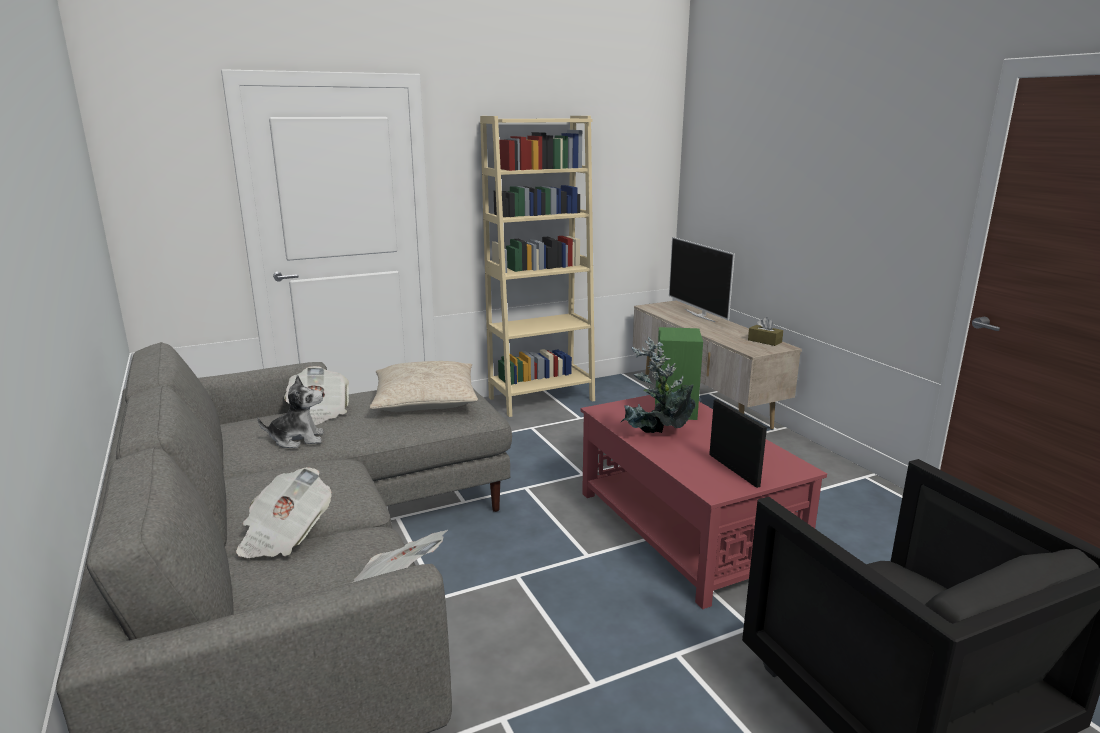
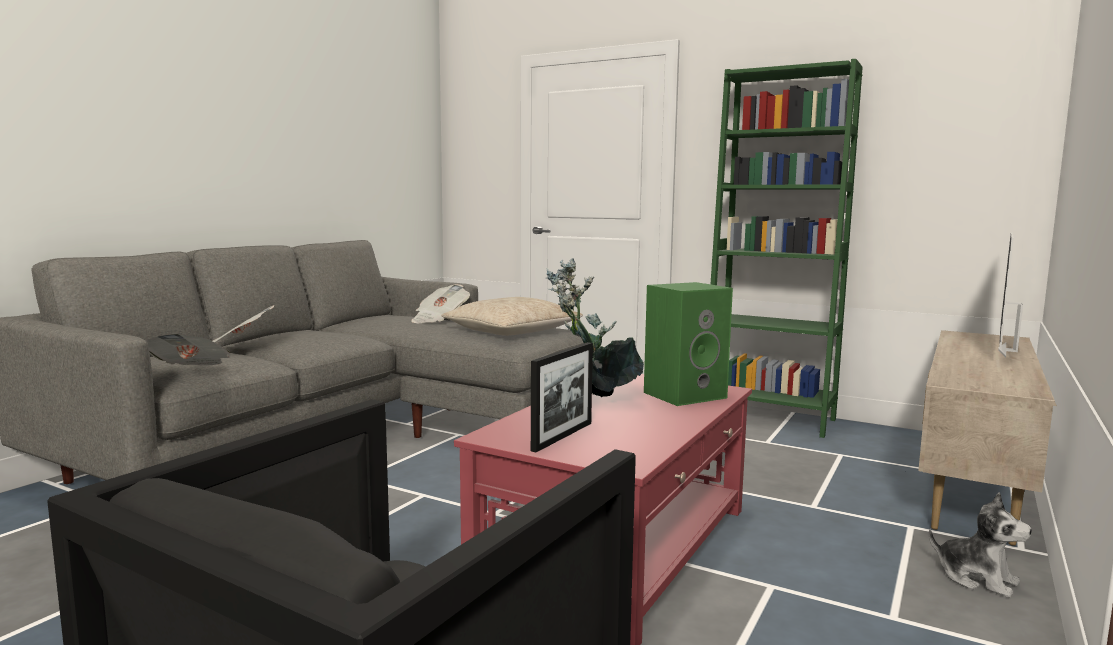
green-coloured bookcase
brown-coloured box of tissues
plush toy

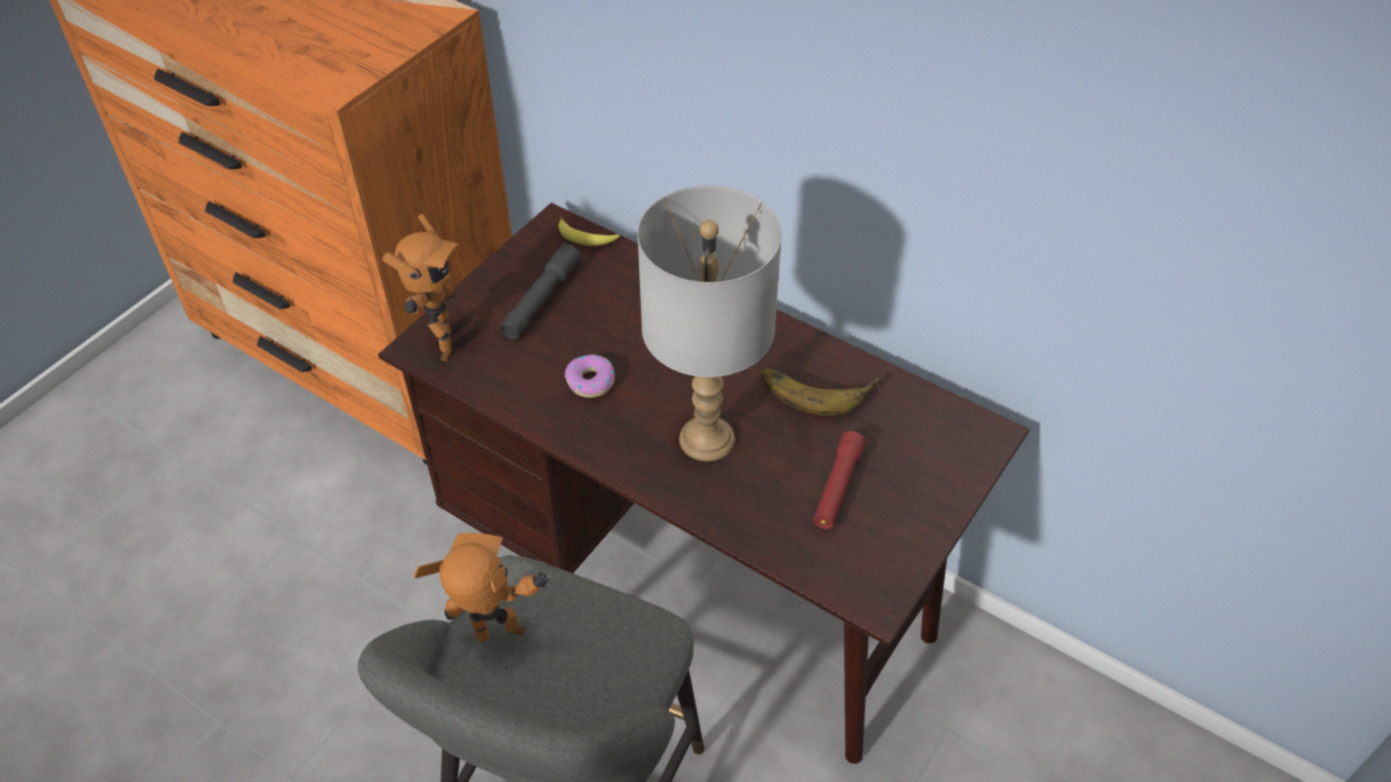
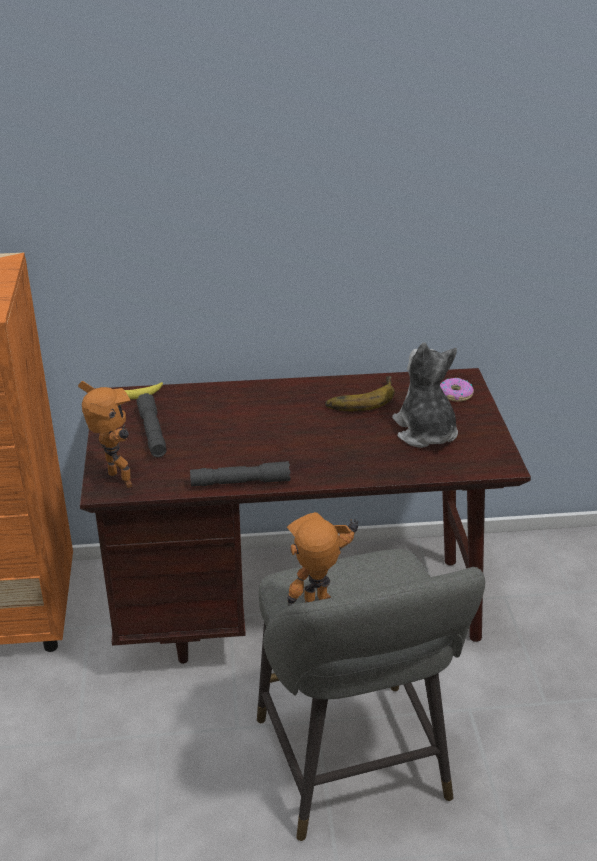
greyish lamp for a table
ring doughnut
plush toy
greyish torch (2nd from left)

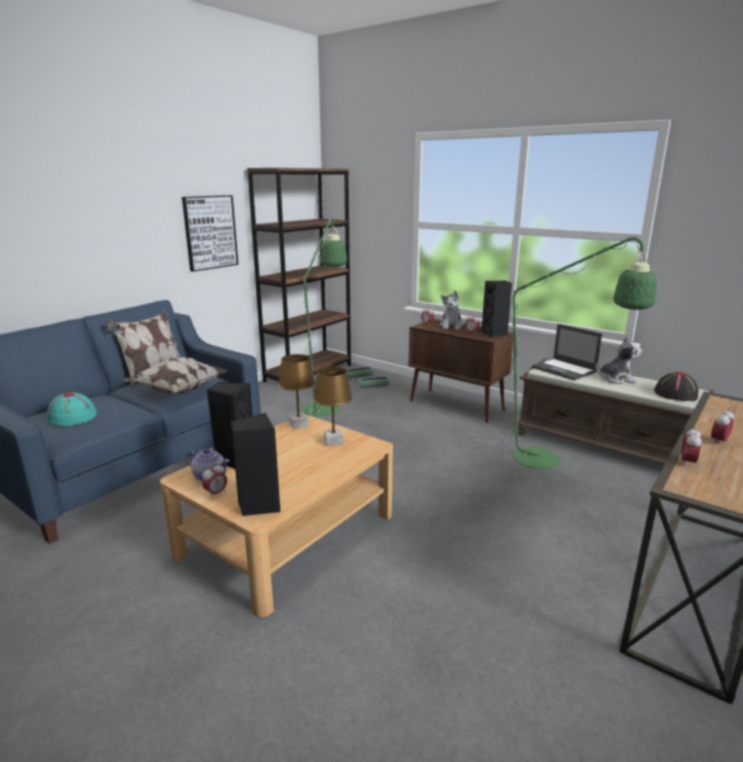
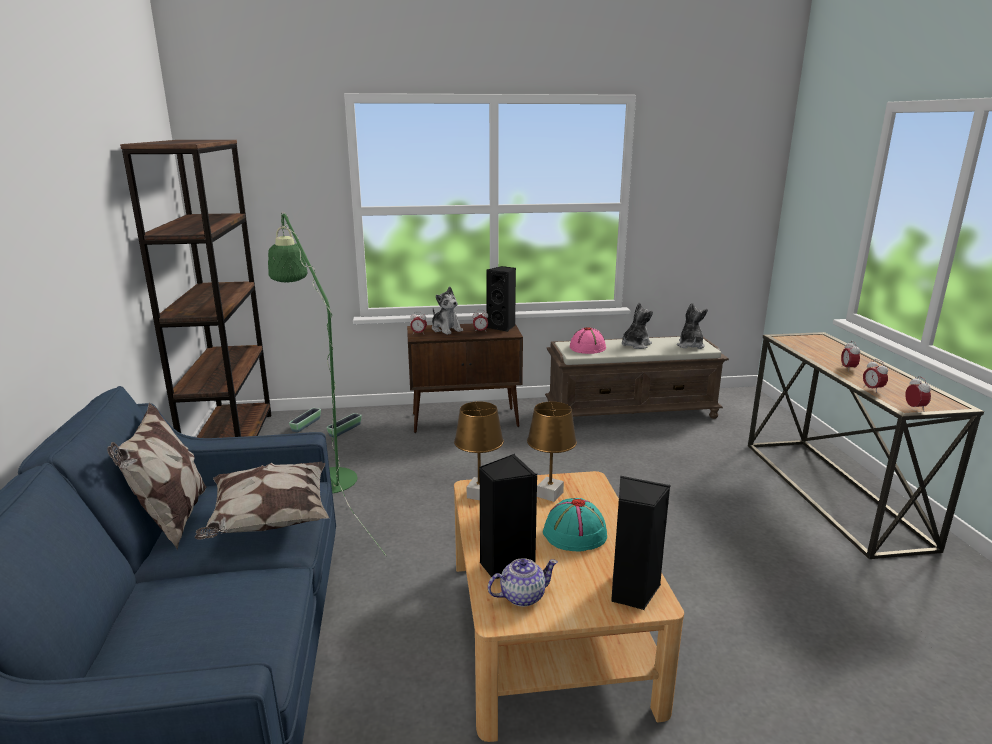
wall art
green-coloured standard lamp (2nd from left in the first image)
pink hat
plush toy (3rd from left)
turquoise hat
alarm clock (5th from left)

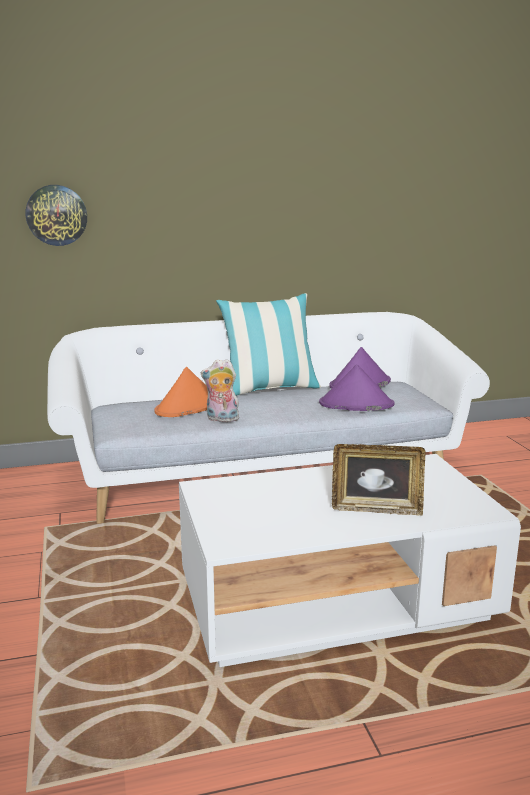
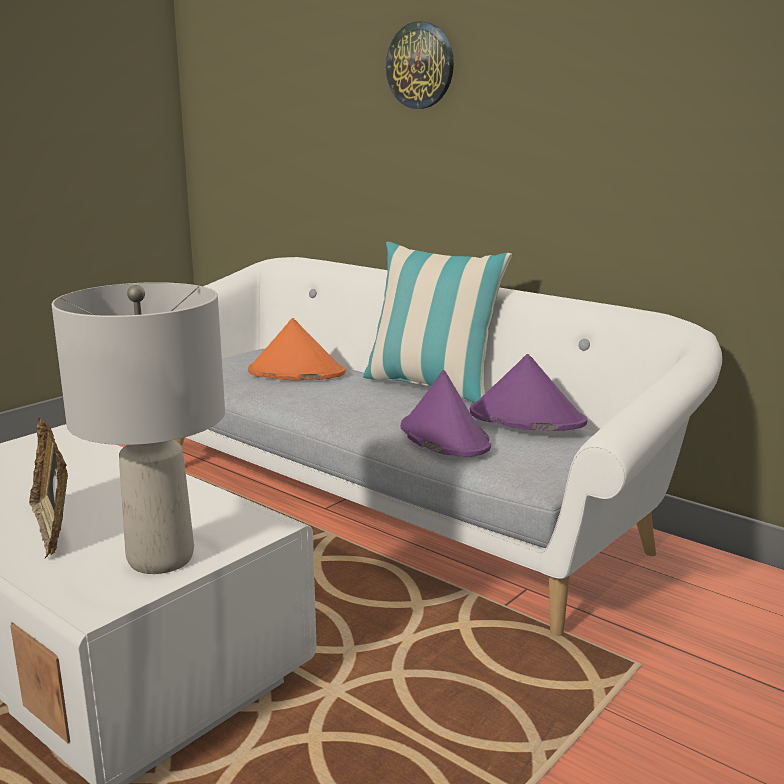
clock on the wall
plush toy
greyish lamp for a table

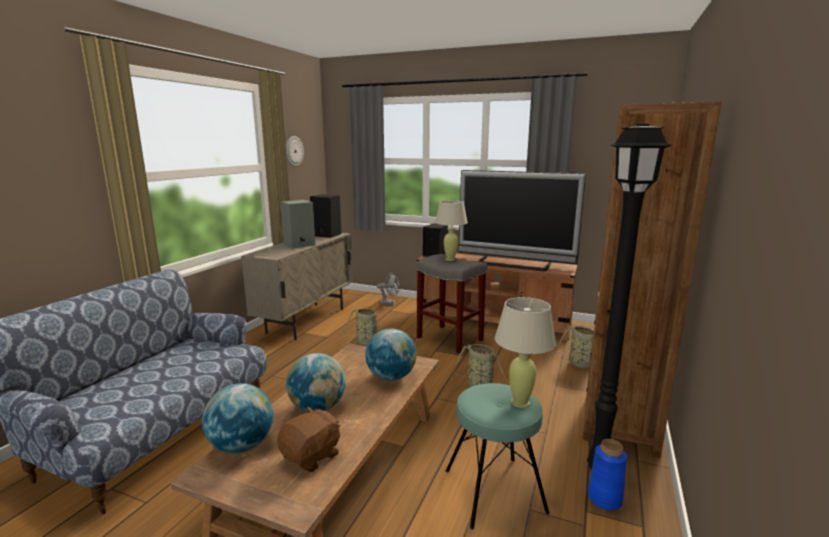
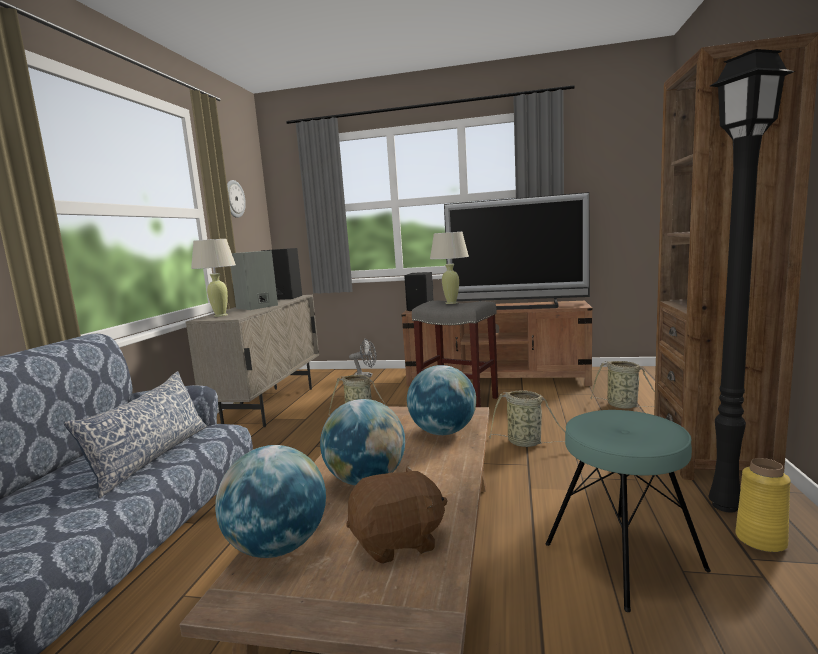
sand-coloured lamp for a table (1st from left)
brown-coloured plush toy
yellow-coloured decorative vase
pillow

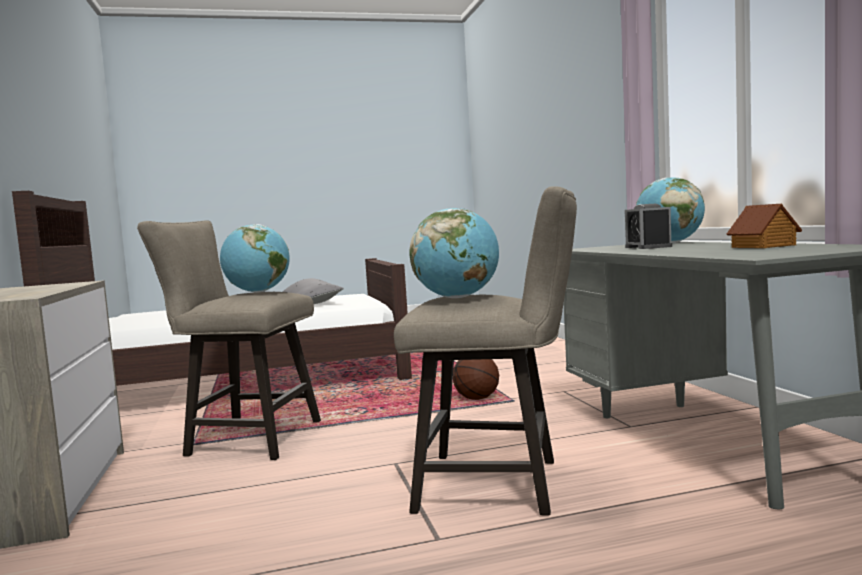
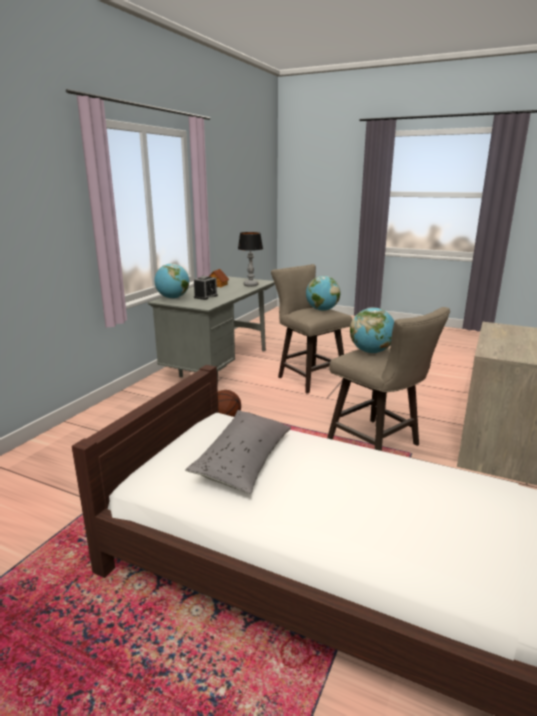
lamp for a table

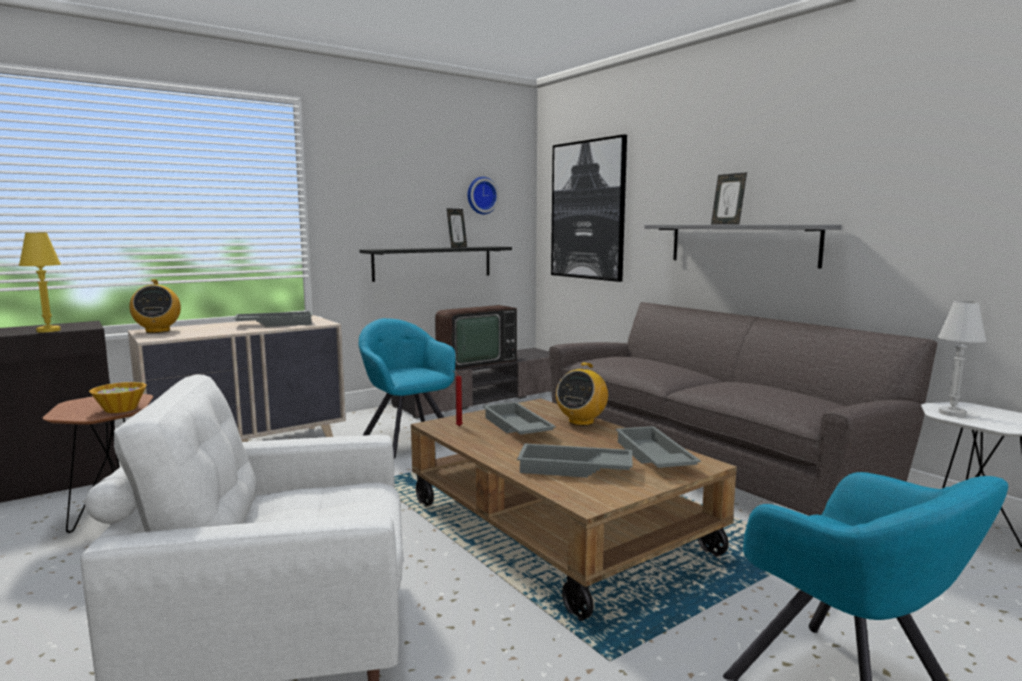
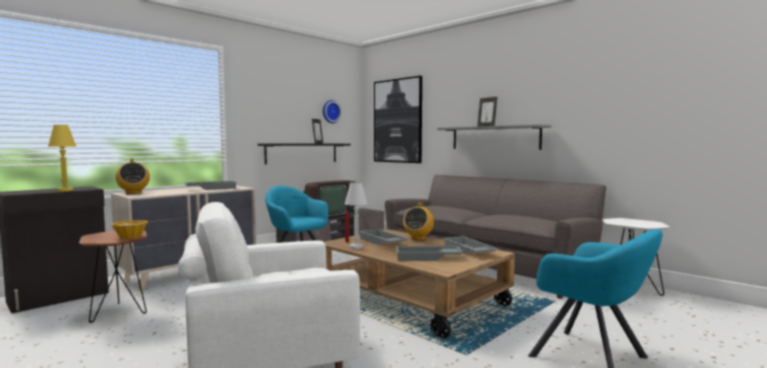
white lamp for a table

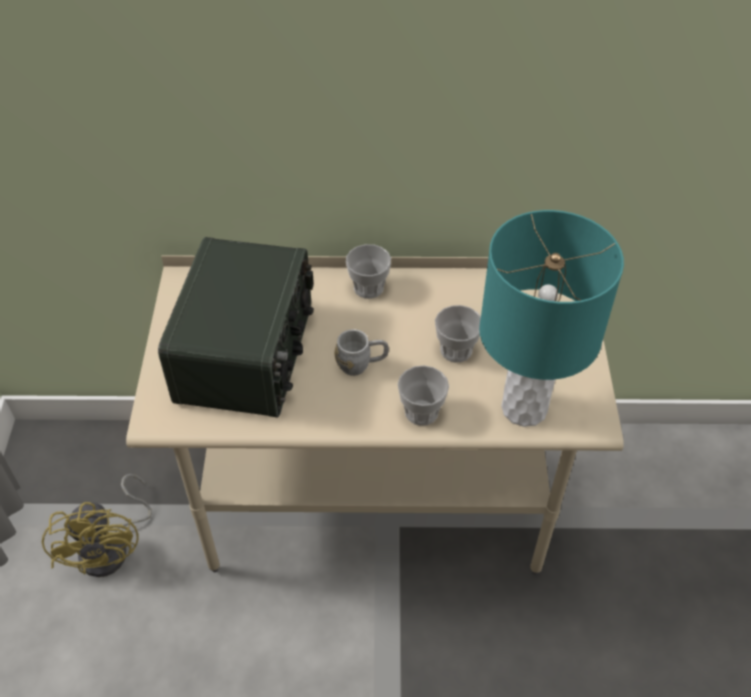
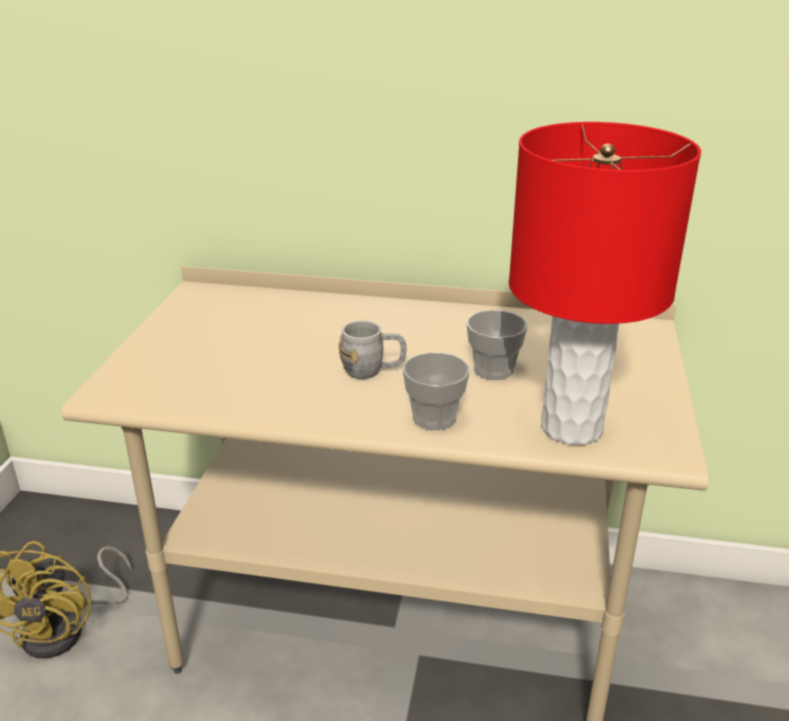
red-coloured lamp for a table
radio
cup (1st from left in the first image)

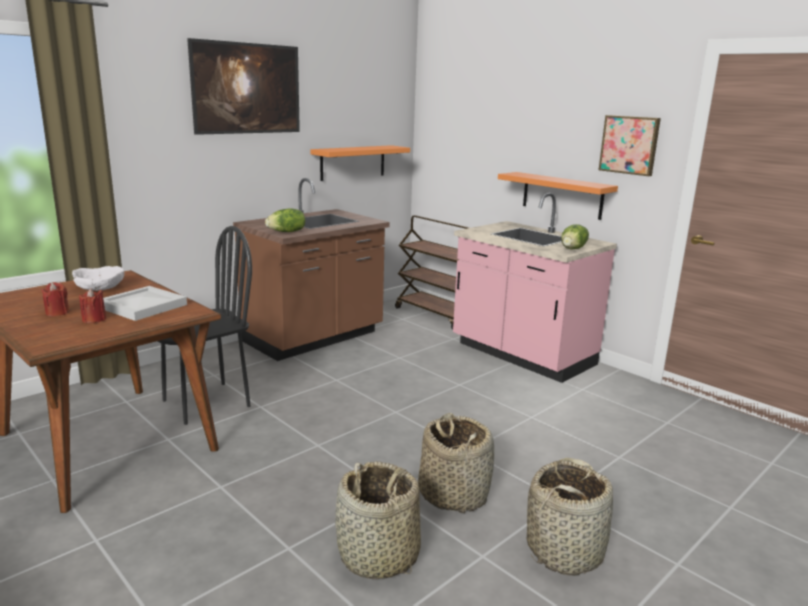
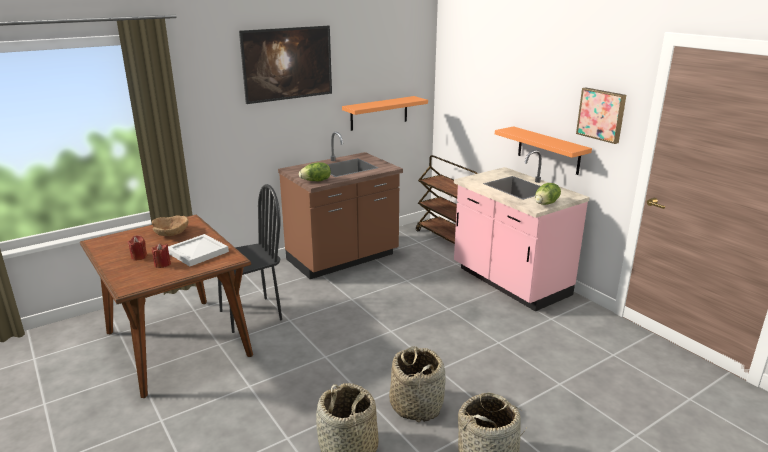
brown-coloured bowl

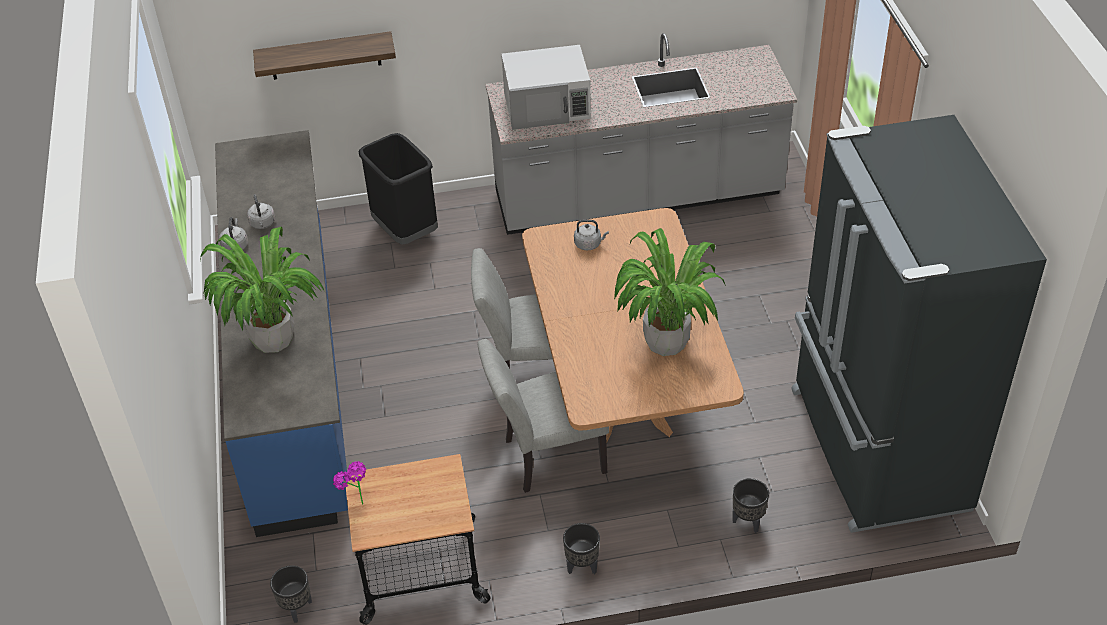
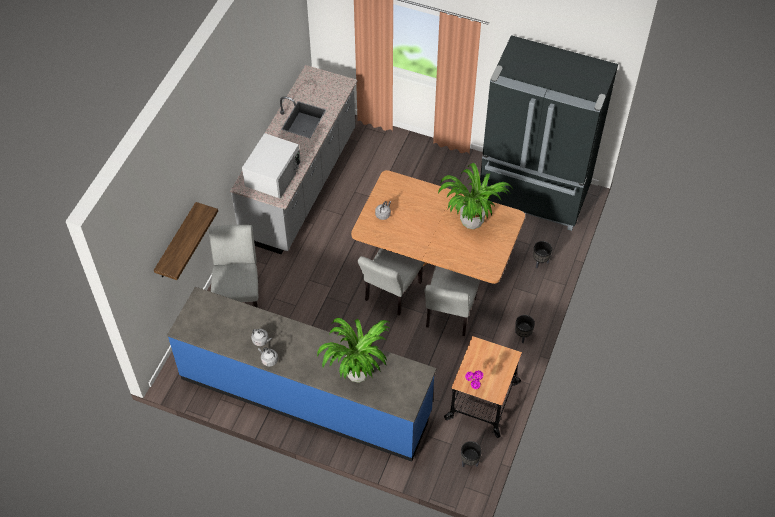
greyish upright chair (1st from left)

